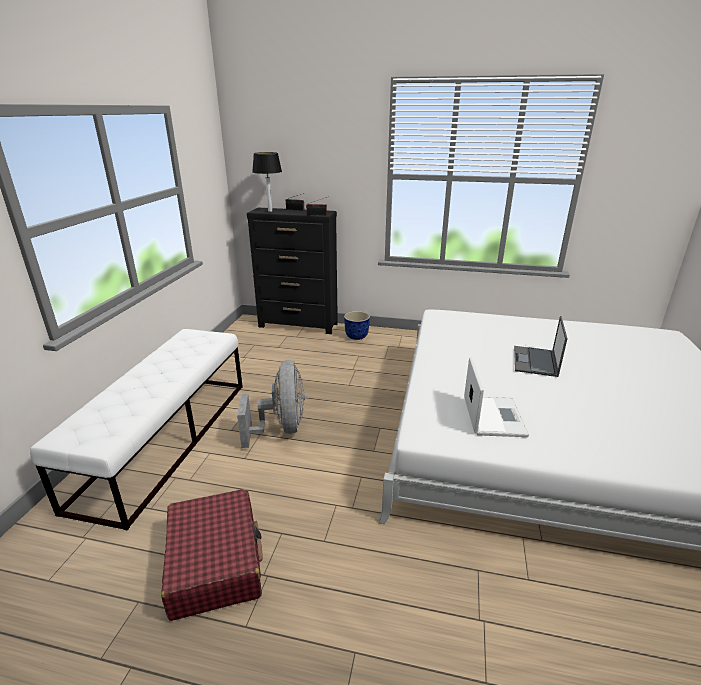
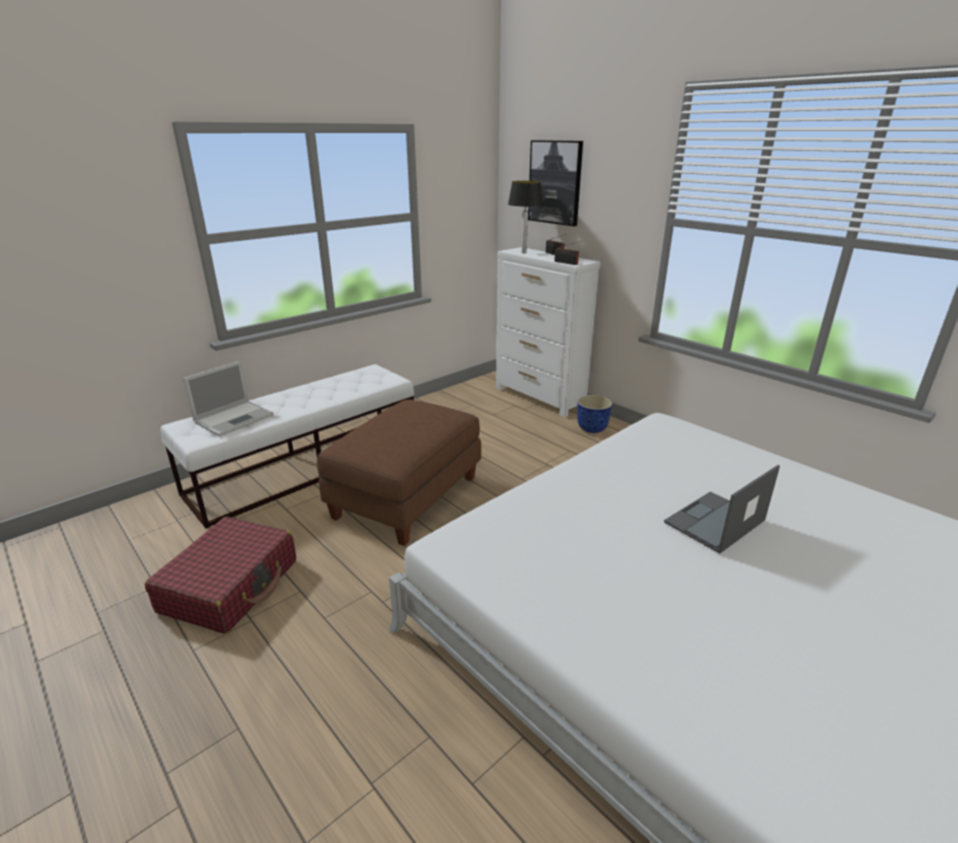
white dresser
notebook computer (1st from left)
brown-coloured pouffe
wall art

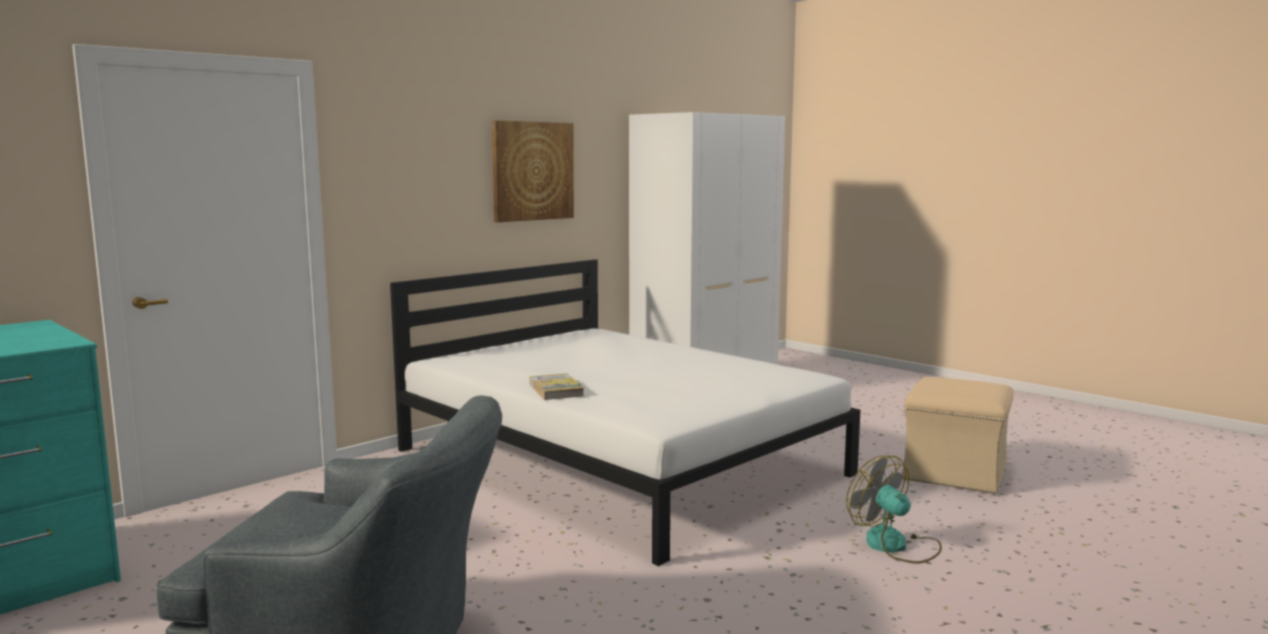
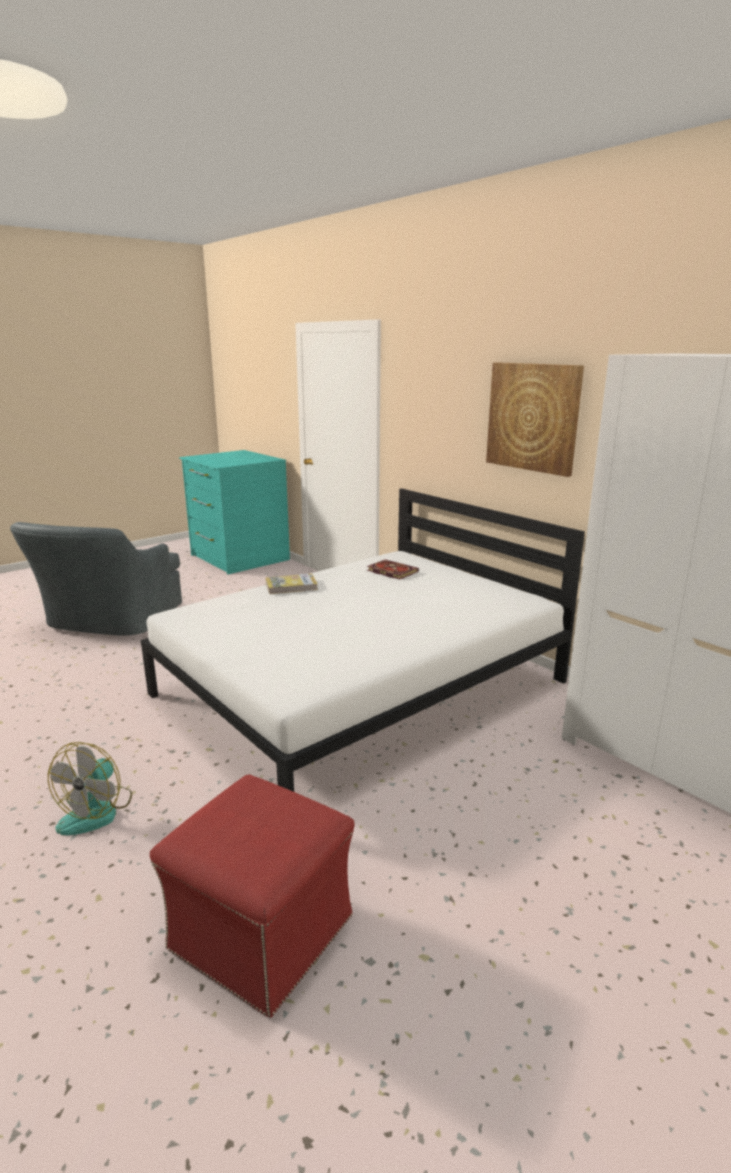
red-coloured pouffe
fan
volume (2nd from left)

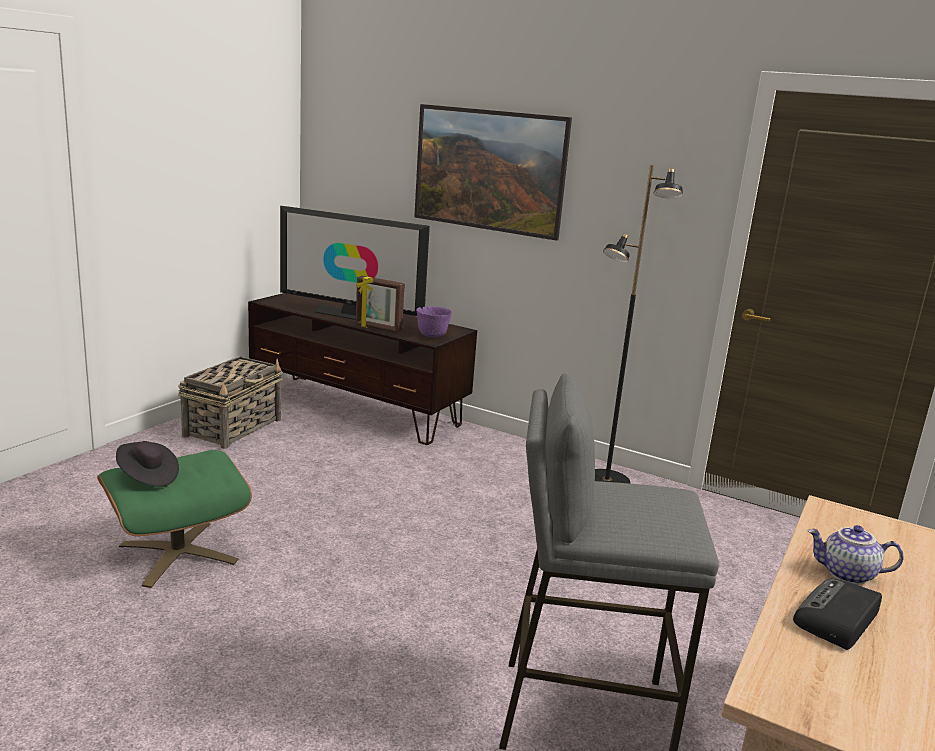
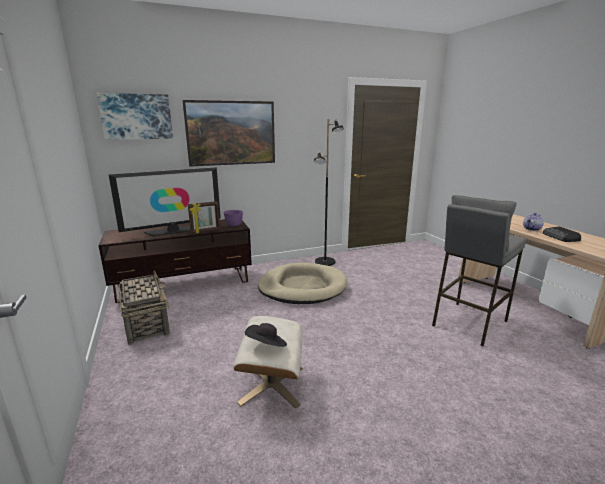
sand-coloured pouffe
wall art (1st from left)
sand-coloured pet bed

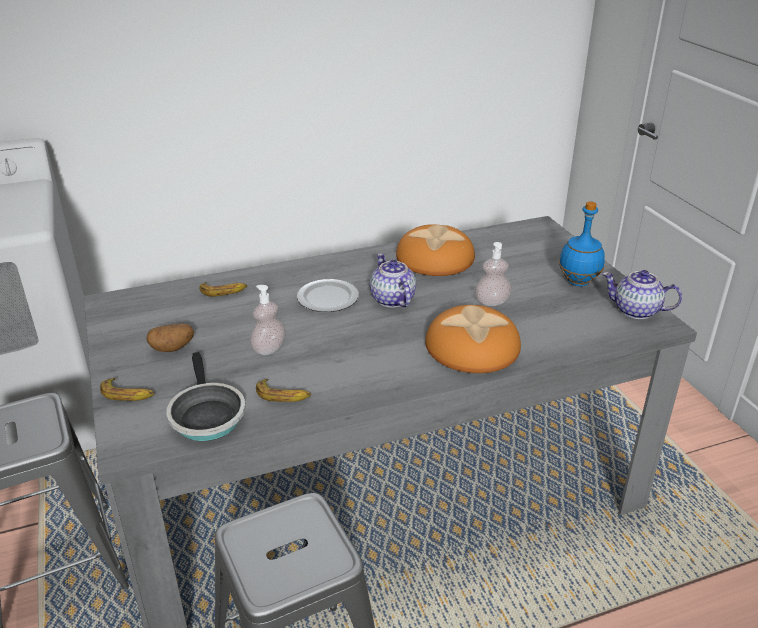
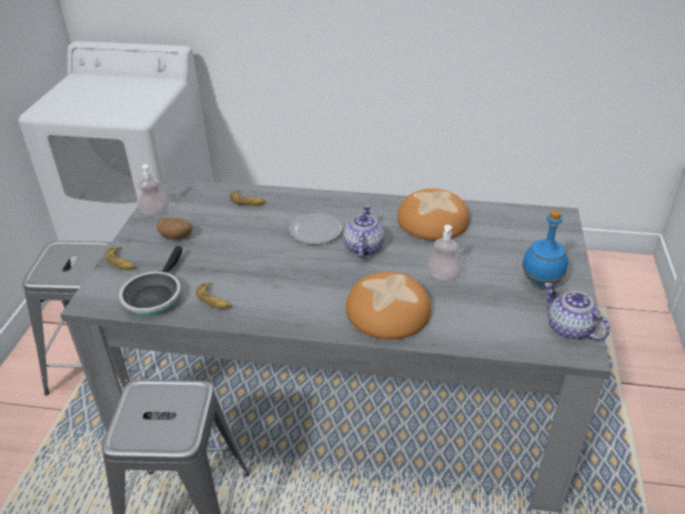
soap bottle (1st from left)

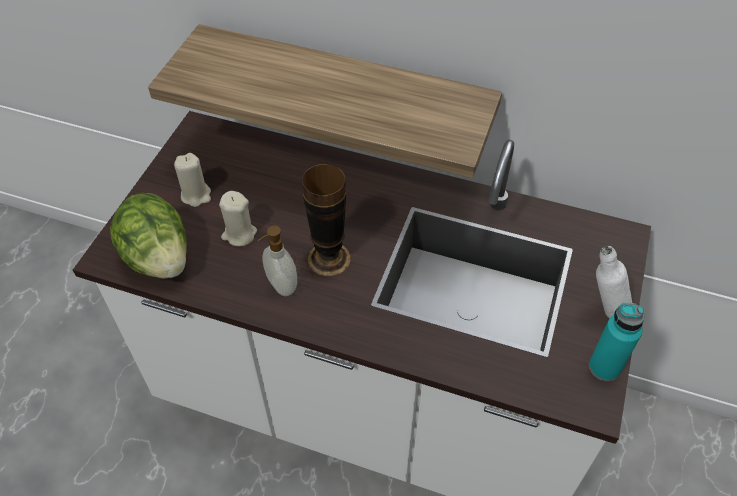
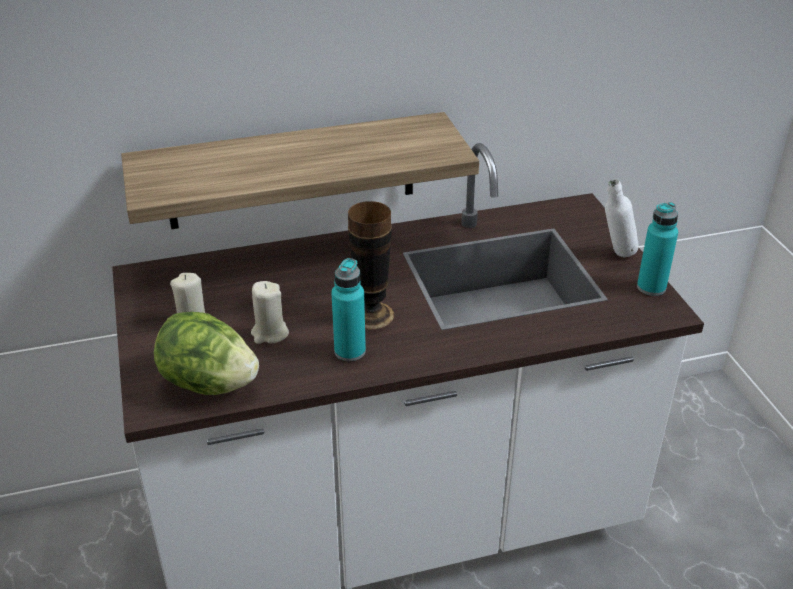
turquoise drink bottle (1st from left)

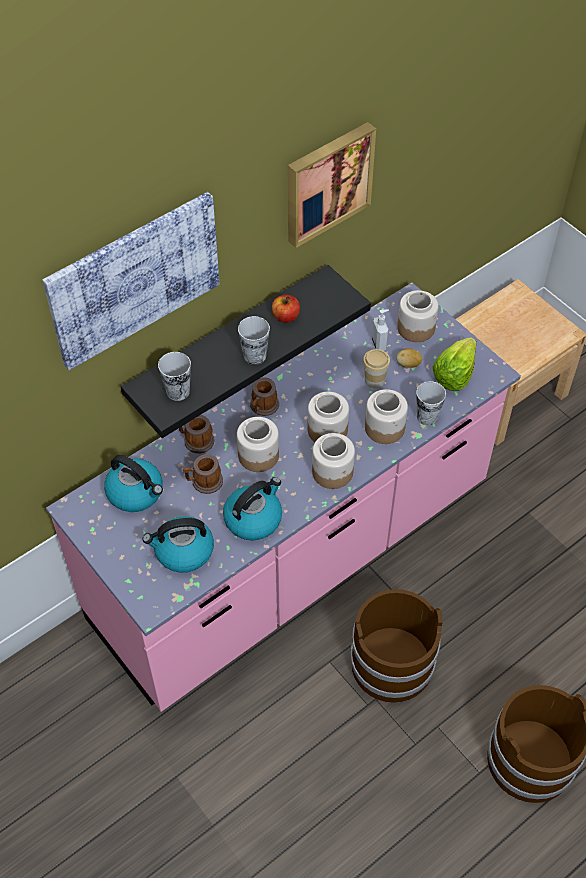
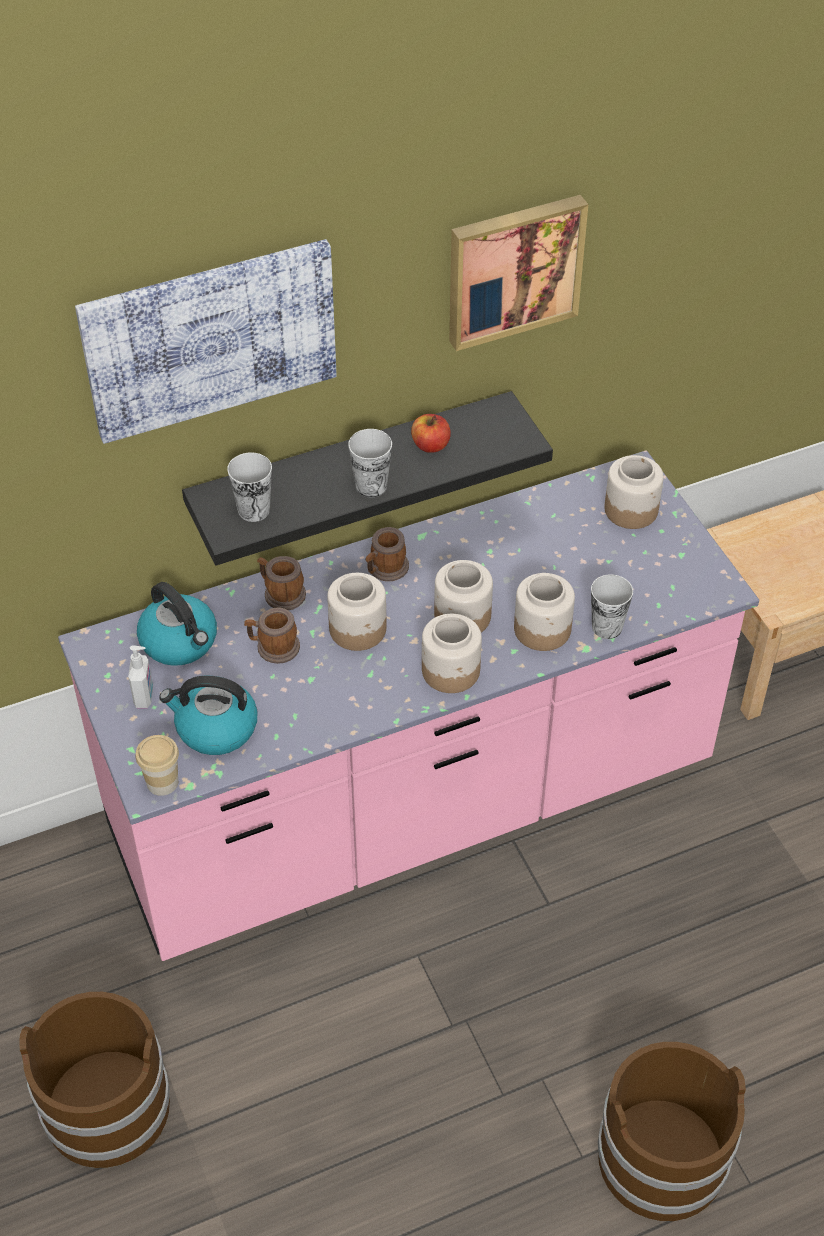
soap bottle
lettuce head
potato
cup (1st from left)
kettle (3rd from left in the first image)
brown-coloured bucket (1st from left)

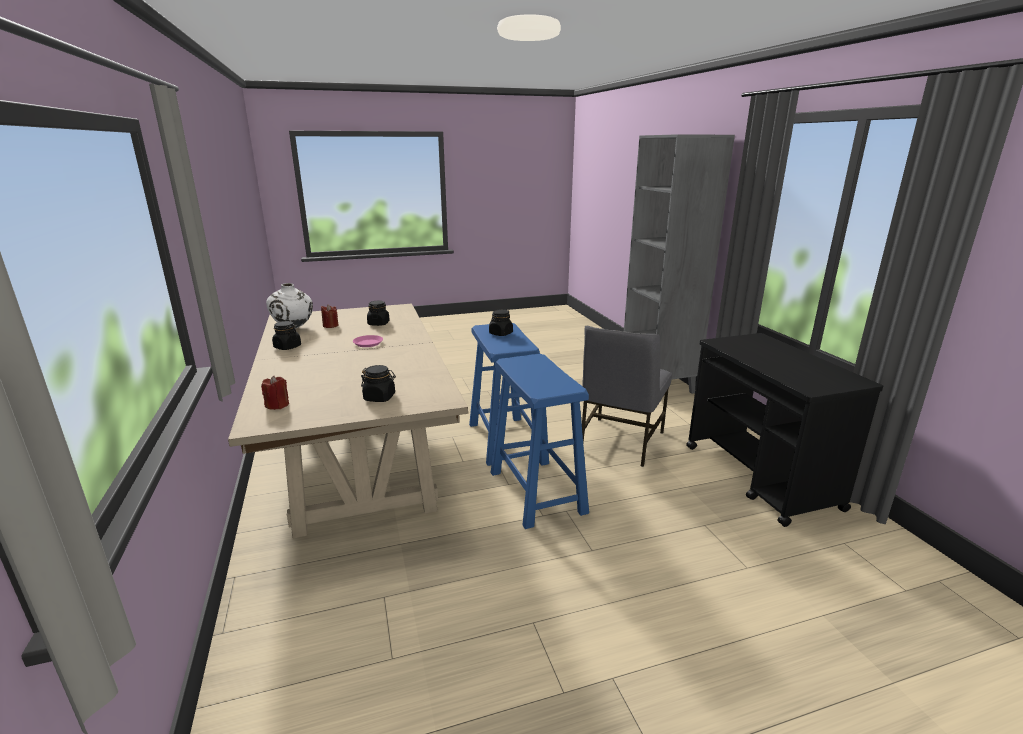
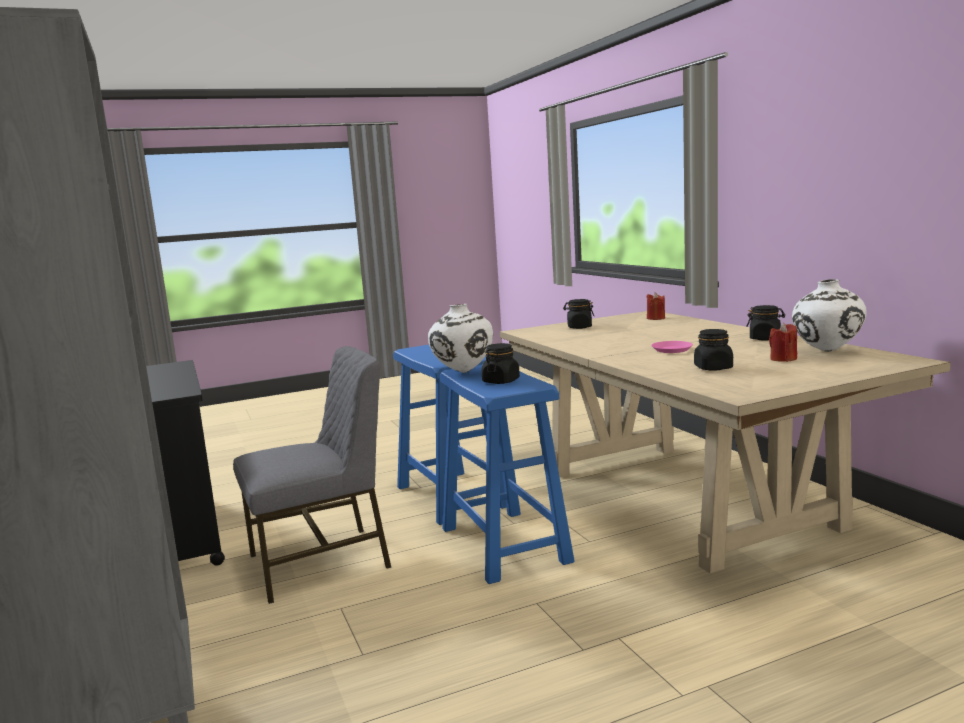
greyish upright chair
white decorative vase (1st from left)

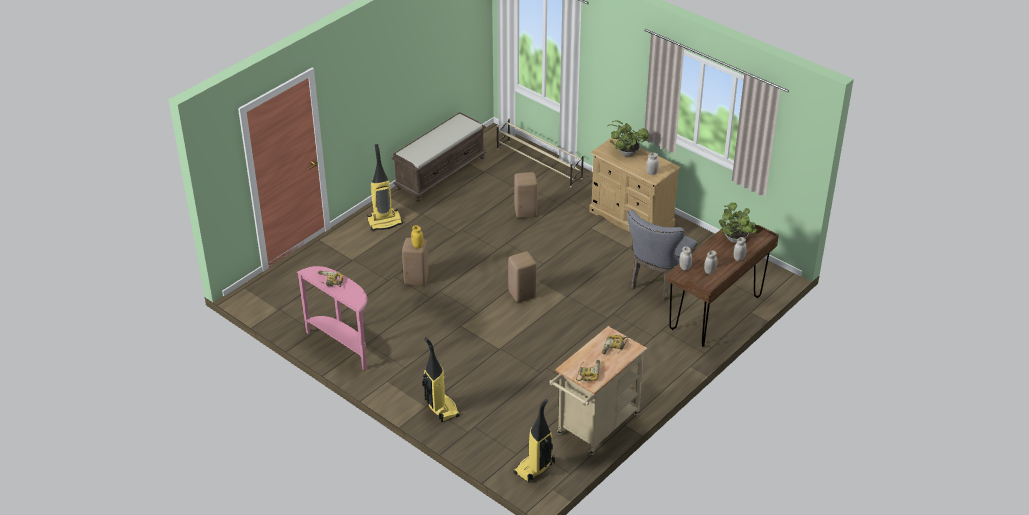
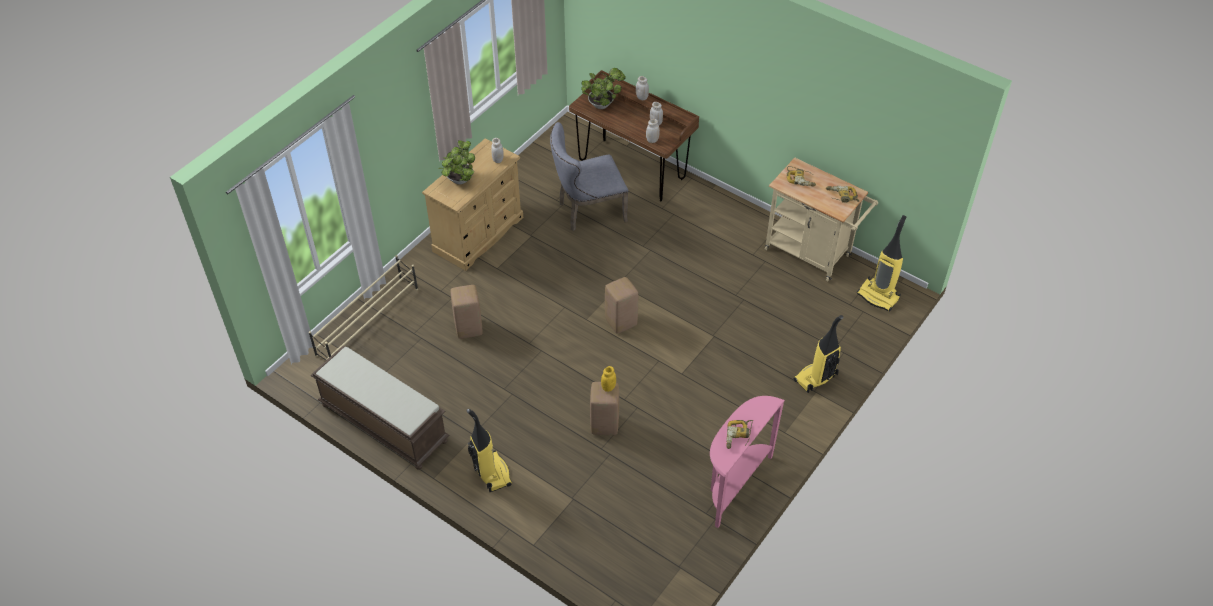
greyish upright chair

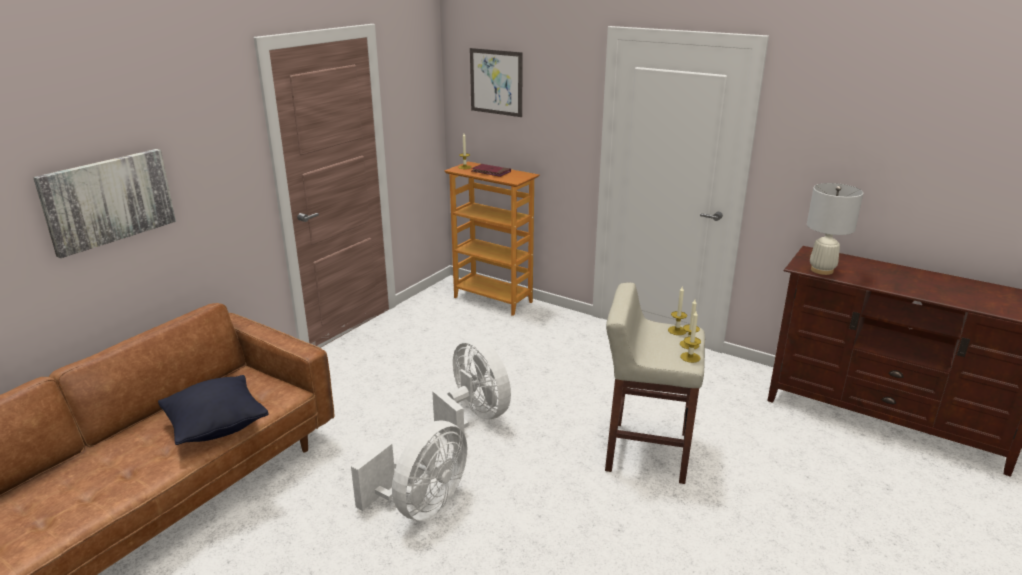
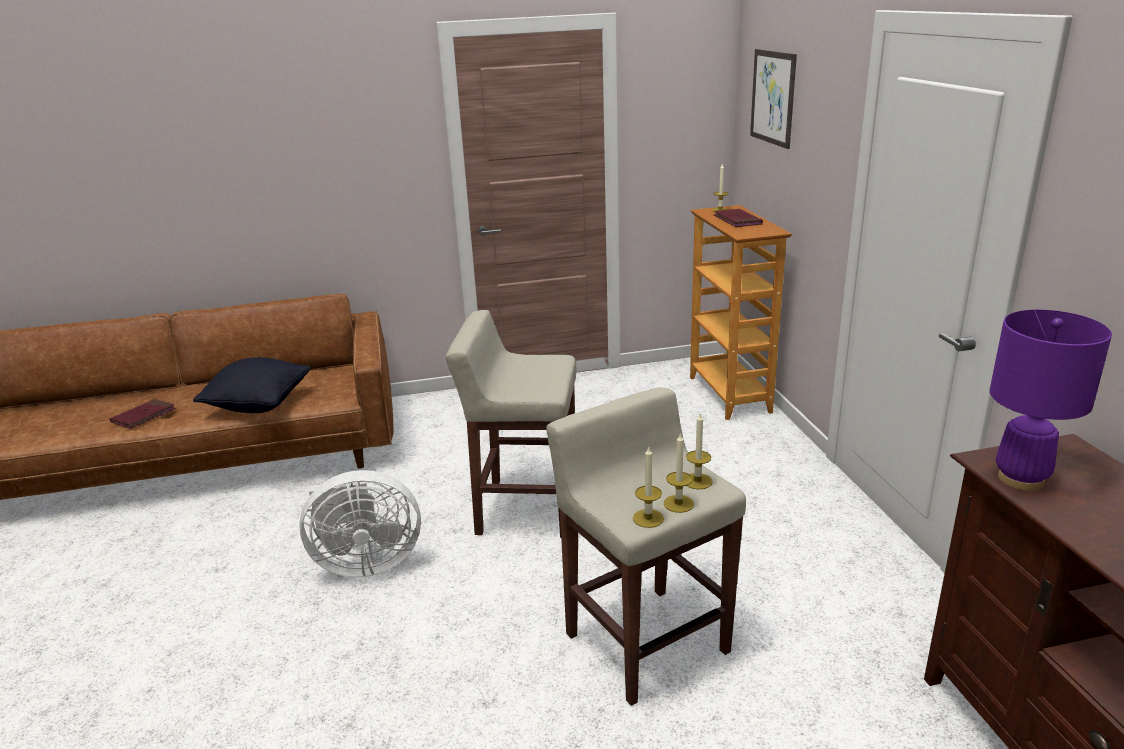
wall art (1st from left in the first image)
purple lamp for a table
sand-coloured sitting stool (1st from left)
red-coloured volume (1st from left)

